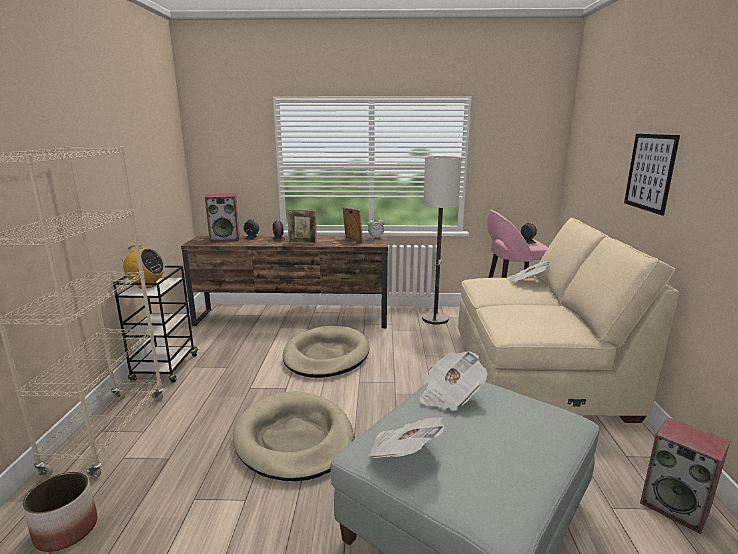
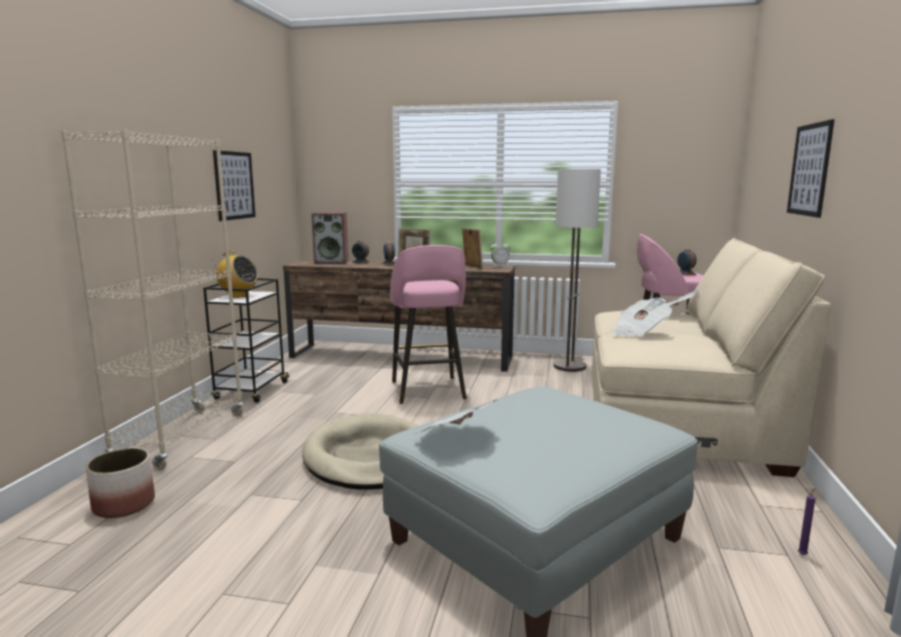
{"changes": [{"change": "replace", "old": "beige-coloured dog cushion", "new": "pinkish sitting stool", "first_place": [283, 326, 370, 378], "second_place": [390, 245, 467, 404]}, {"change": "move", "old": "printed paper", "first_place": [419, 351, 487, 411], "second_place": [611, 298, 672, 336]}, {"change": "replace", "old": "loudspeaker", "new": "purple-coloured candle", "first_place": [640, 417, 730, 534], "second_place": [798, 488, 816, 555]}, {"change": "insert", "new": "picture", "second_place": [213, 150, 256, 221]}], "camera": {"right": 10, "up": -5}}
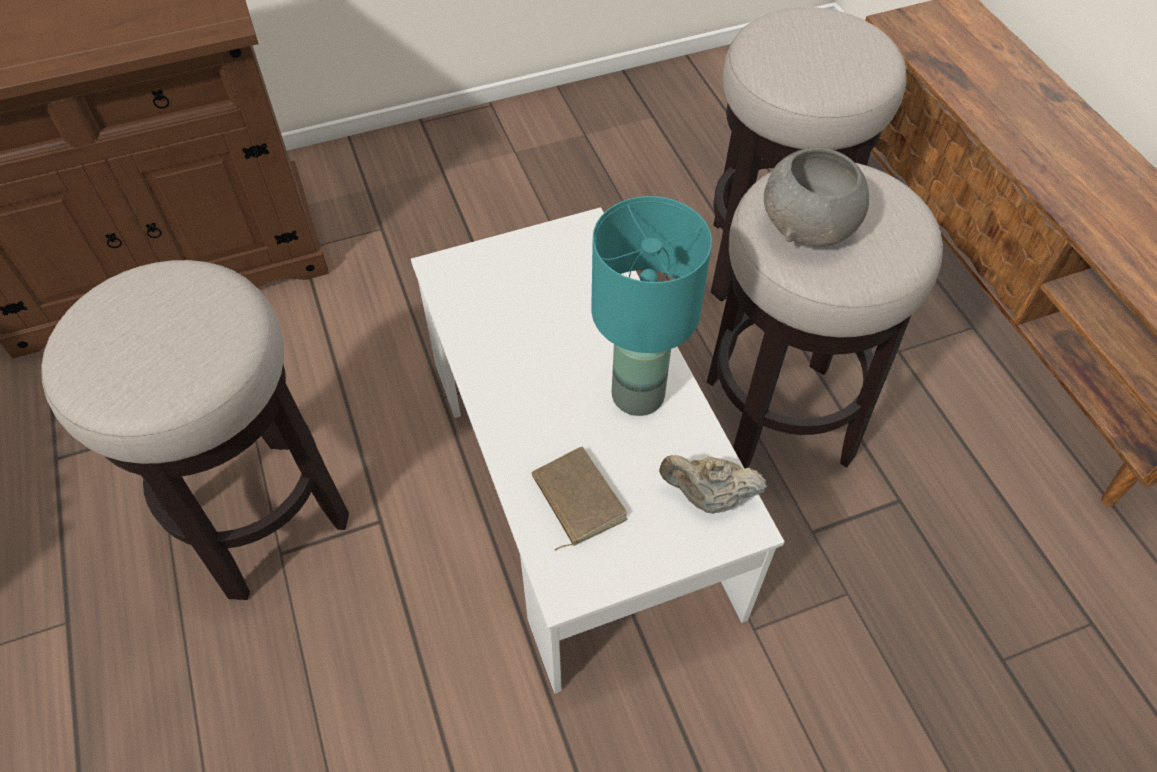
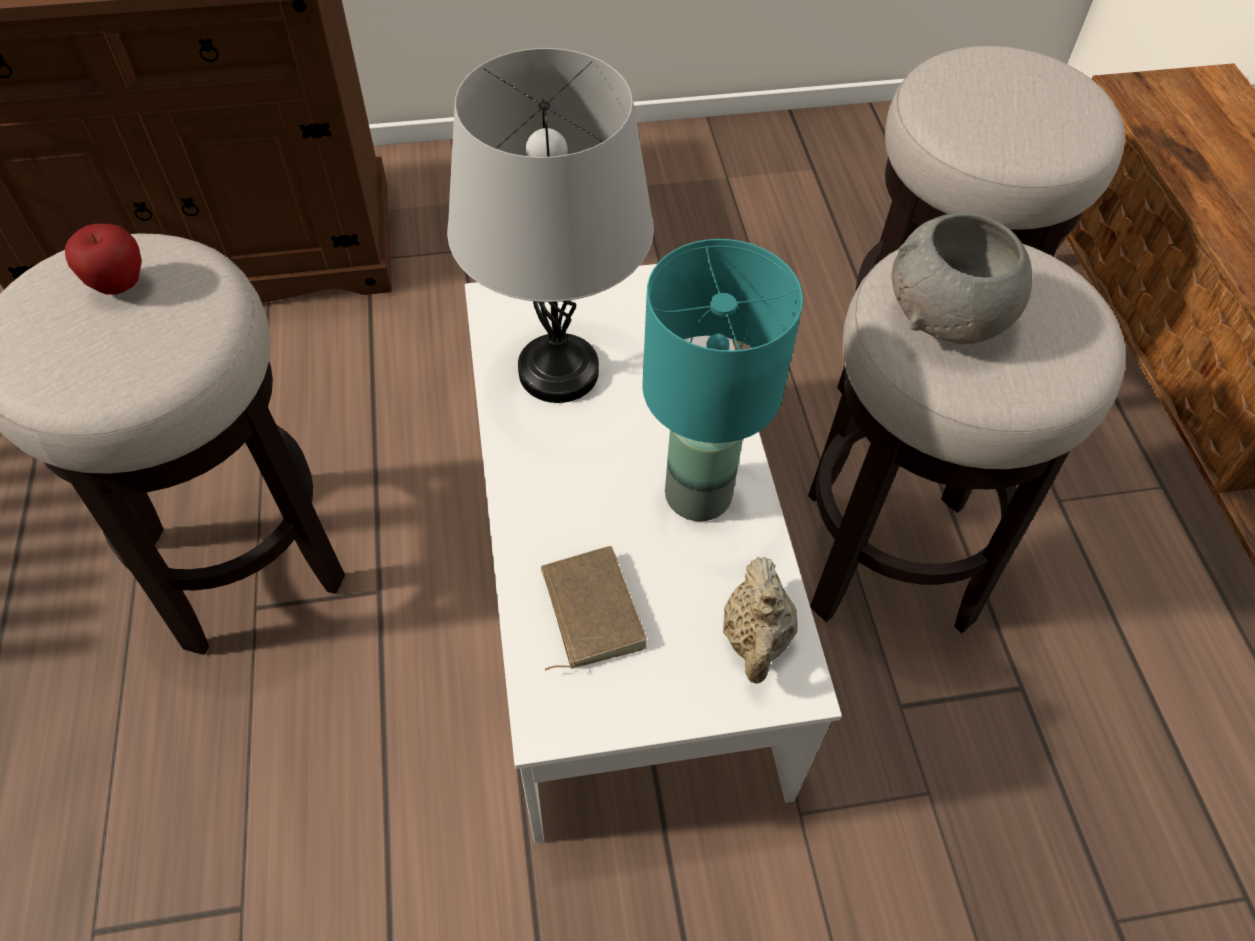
{"changes": [{"change": "rotate", "old": "beige-coloured tea pot", "first_place": [659, 455, 767, 514], "second_place": [723, 557, 798, 684], "degrees": -105}, {"change": "insert", "new": "gray tabletop lamp", "second_place": [447, 48, 654, 403]}, {"change": "insert", "new": "apple", "second_place": [65, 224, 142, 295]}], "camera": {"right": 10, "up": 0}}
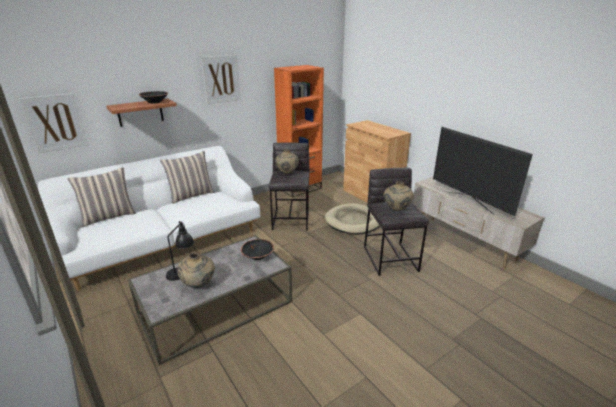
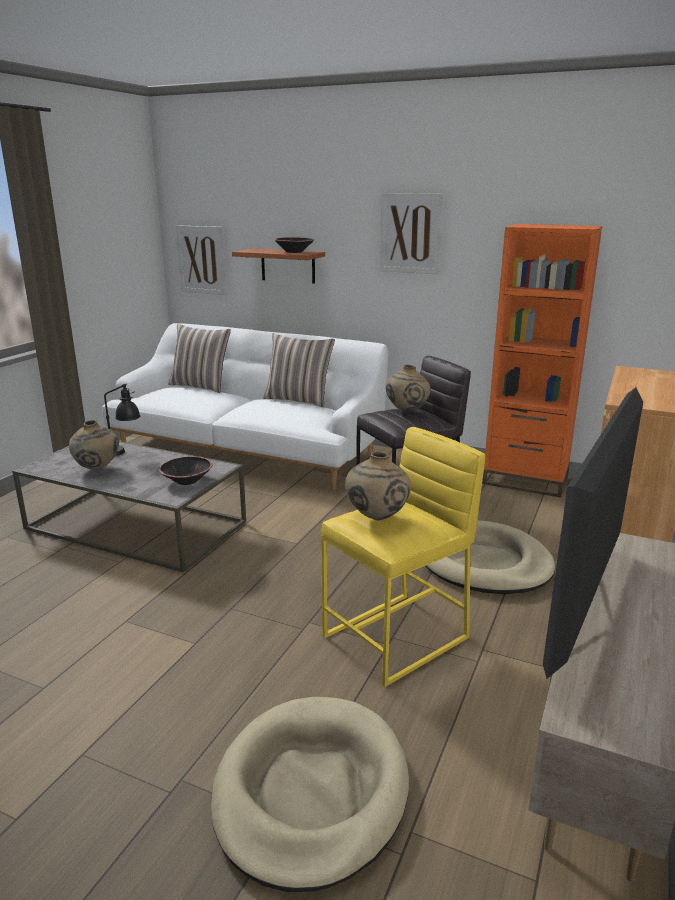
{"changes": [{"change": "recolor", "old": "gray sitting stool", "new": "yellow sitting stool", "first_place": [364, 168, 429, 276], "second_place": [321, 427, 485, 687]}, {"change": "insert", "new": "beige-coloured dog cushion", "second_place": [211, 697, 409, 892]}], "camera": {"right": 60, "up": -5}}
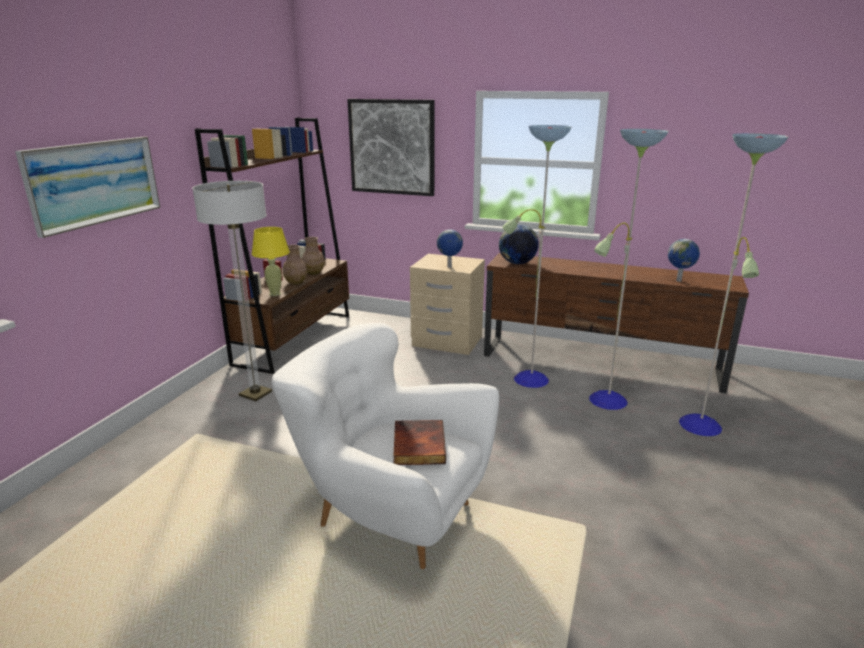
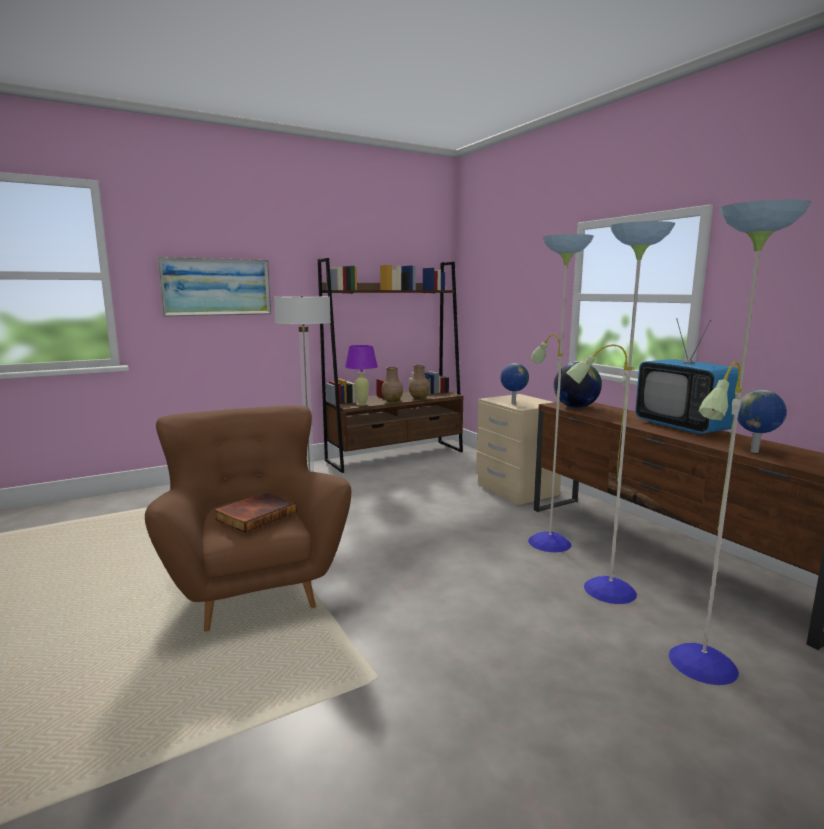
{"changes": [{"change": "delete", "old": "picture", "first_place": [347, 99, 435, 196]}, {"change": "recolor", "old": "yellow tabletop lamp", "new": "purple-coloured tabletop lamp", "first_place": [252, 227, 290, 296], "second_place": [345, 345, 378, 406]}, {"change": "recolor", "old": "white lounge chair", "new": "brownish lounge chair", "first_place": [272, 323, 499, 569], "second_place": [145, 405, 351, 632]}, {"change": "insert", "new": "TV set", "second_place": [635, 318, 738, 435]}], "camera": {"right": 40, "up": -10}}
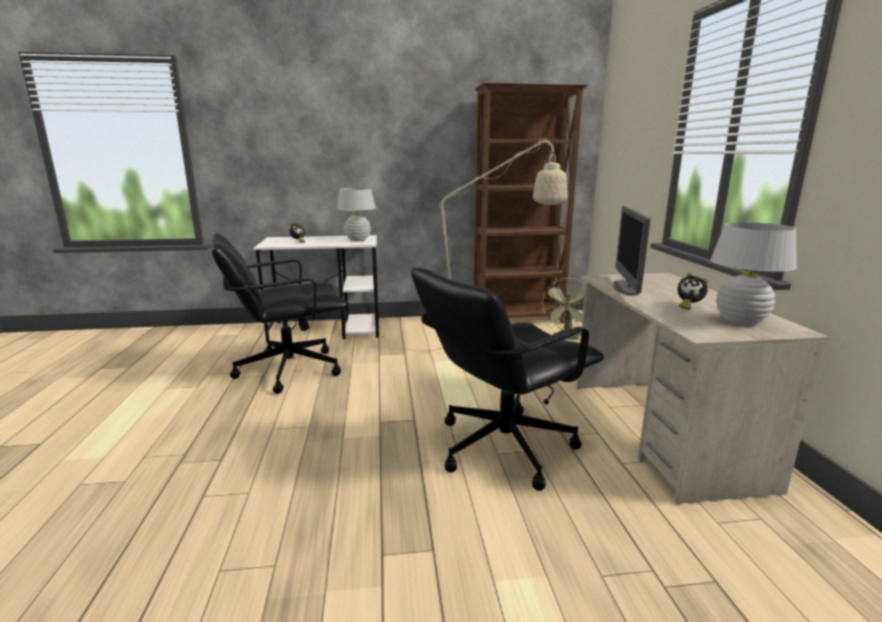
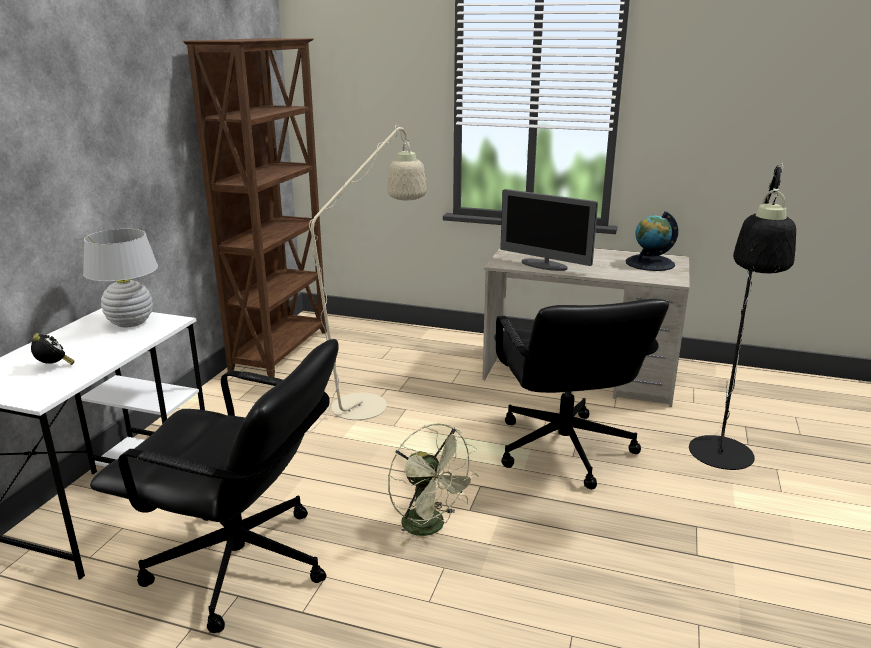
{"changes": [{"change": "replace", "old": "white tabletop lamp", "new": "globe", "first_place": [710, 222, 797, 325], "second_place": [626, 211, 678, 271]}, {"change": "rotate", "old": "blackish computer chair", "first_place": [212, 233, 347, 394], "second_place": [90, 339, 339, 633], "degrees": -75}, {"change": "delete", "old": "alarm clock", "first_place": [678, 273, 708, 310]}, {"change": "move", "old": "green electric fan", "first_place": [541, 278, 586, 340], "second_place": [388, 423, 479, 547]}, {"change": "insert", "new": "blackish standard lamp", "second_place": [689, 163, 796, 470]}], "camera": {"right": -65, "up": 5}}
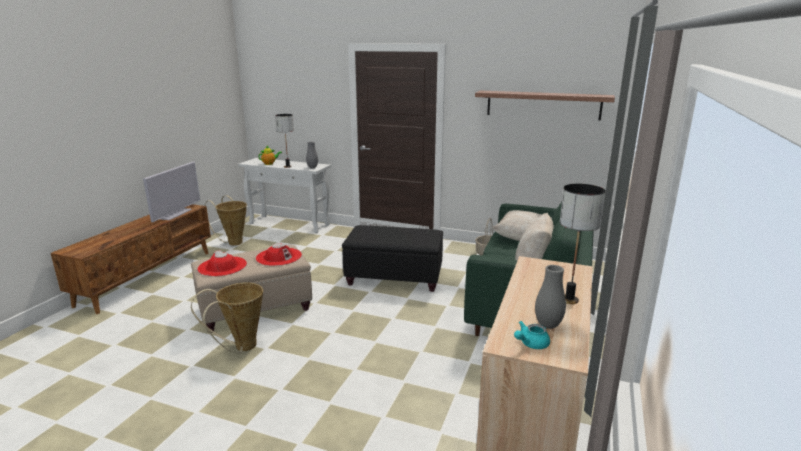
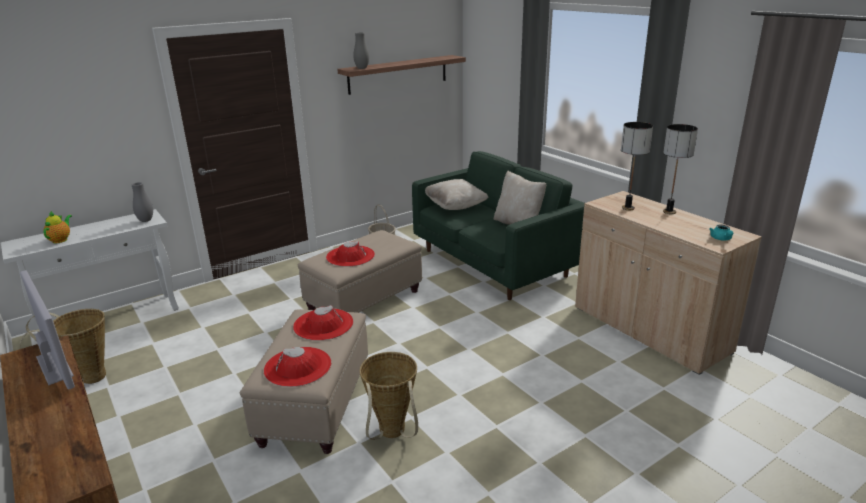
{"changes": [{"change": "move", "old": "tabletop lamp", "first_place": [275, 114, 294, 168], "second_place": [621, 122, 653, 210]}, {"change": "recolor", "old": "blackish pouffe", "new": "beige-coloured pouffe", "first_place": [342, 225, 443, 292], "second_place": [297, 230, 422, 313]}, {"change": "move", "old": "gray vase", "first_place": [535, 265, 566, 329], "second_place": [353, 32, 369, 69]}, {"change": "insert", "new": "red-coloured clothing hat", "second_place": [326, 241, 375, 267]}], "camera": {"right": -55, "up": 5}}
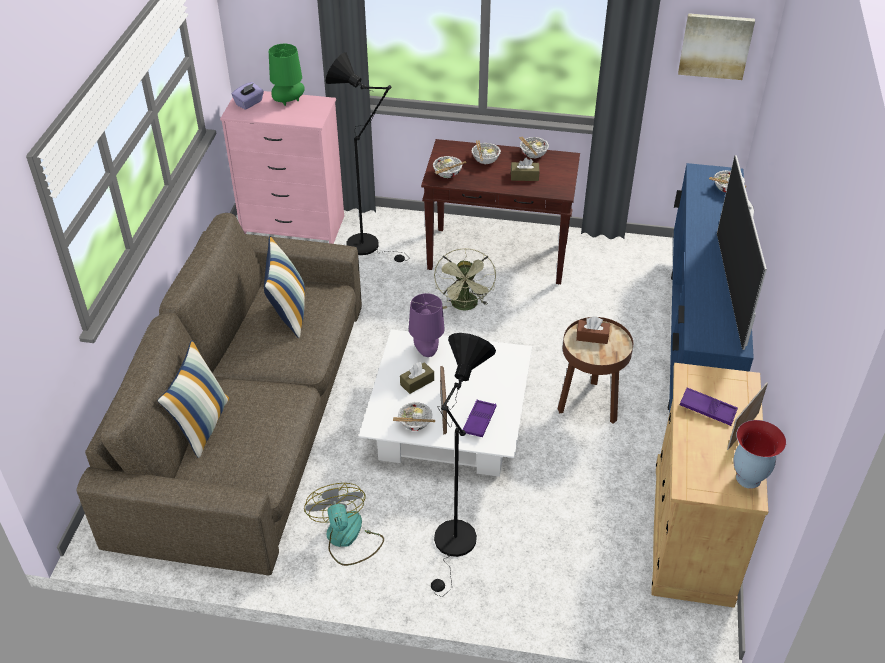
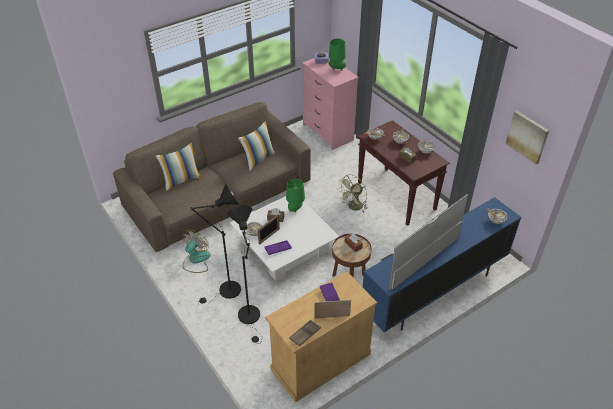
{"changes": [{"change": "move", "old": "blackish standard lamp", "first_place": [326, 52, 407, 262], "second_place": [227, 205, 262, 344]}, {"change": "recolor", "old": "purple-coloured tabletop lamp", "new": "green tabletop lamp", "first_place": [409, 293, 445, 357], "second_place": [286, 179, 305, 212]}, {"change": "replace", "old": "vase", "new": "brownish tray", "first_place": [733, 420, 786, 489], "second_place": [289, 320, 321, 346]}], "camera": {"right": 45, "up": 0}}
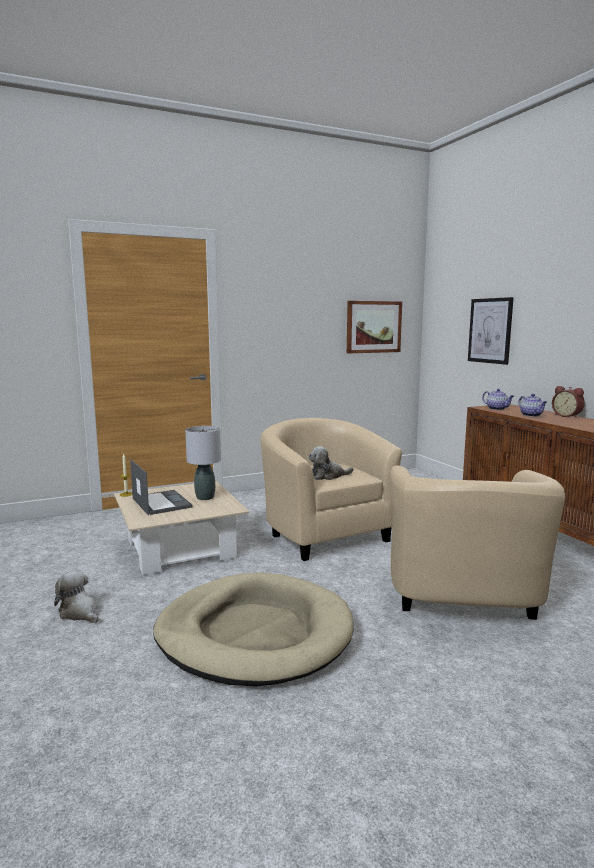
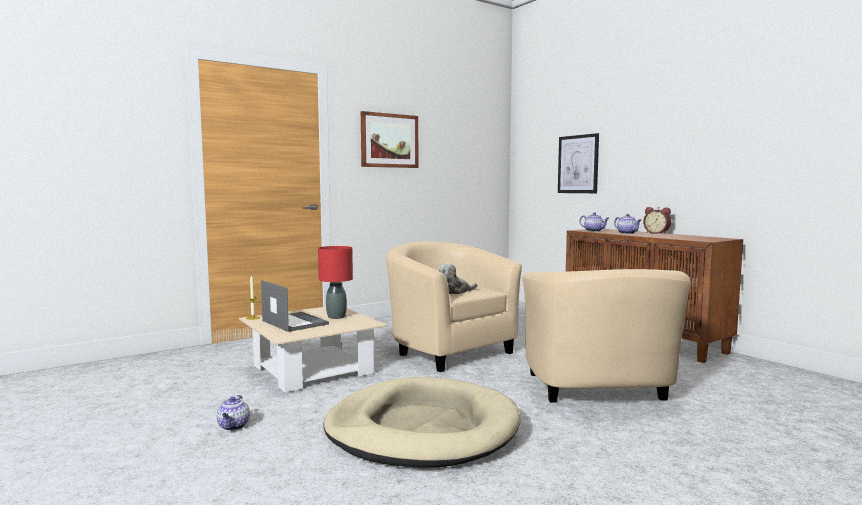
{"changes": [{"change": "move", "old": "picture", "first_place": [347, 301, 402, 354], "second_place": [361, 111, 418, 168]}, {"change": "recolor", "old": "gray tabletop lamp", "new": "red-coloured tabletop lamp", "first_place": [185, 426, 221, 500], "second_place": [318, 246, 353, 319]}, {"change": "replace", "old": "soft toy", "new": "tea pot", "first_place": [54, 571, 99, 623], "second_place": [217, 395, 250, 431]}], "camera": {"right": -10, "up": -5}}
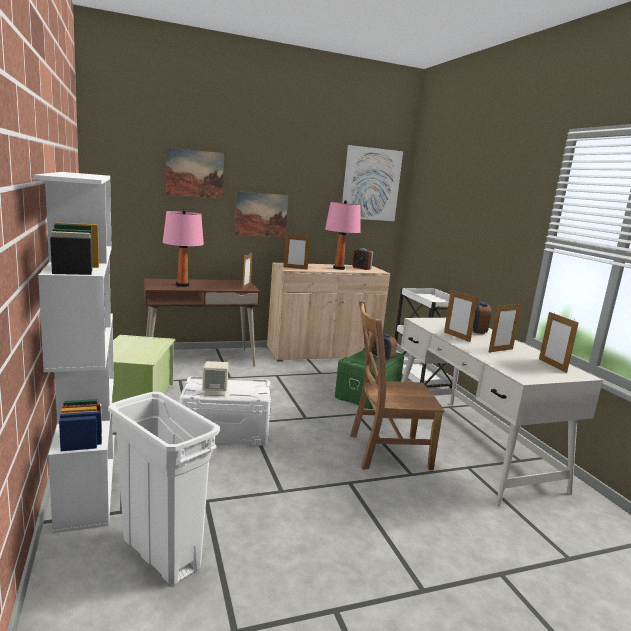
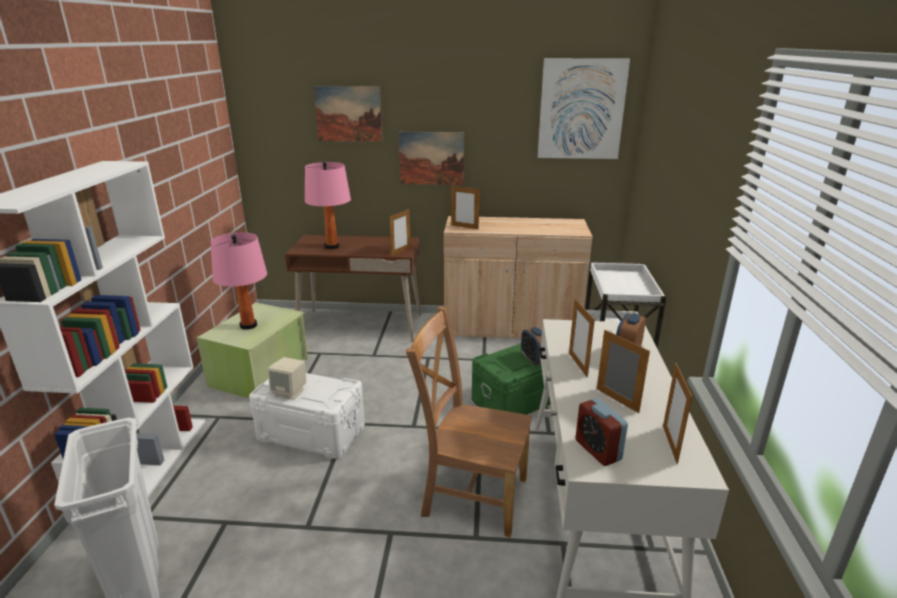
{"changes": [{"change": "move", "old": "pinkish tabletop lamp", "first_place": [325, 200, 361, 270], "second_place": [210, 232, 267, 330]}, {"change": "move", "old": "alarm clock", "first_place": [353, 248, 373, 270], "second_place": [576, 398, 628, 466]}, {"change": "rotate", "old": "picture frame", "first_place": [489, 303, 522, 352], "second_place": [597, 330, 650, 413], "degrees": -120}], "camera": {"right": 25, "up": 10}}
